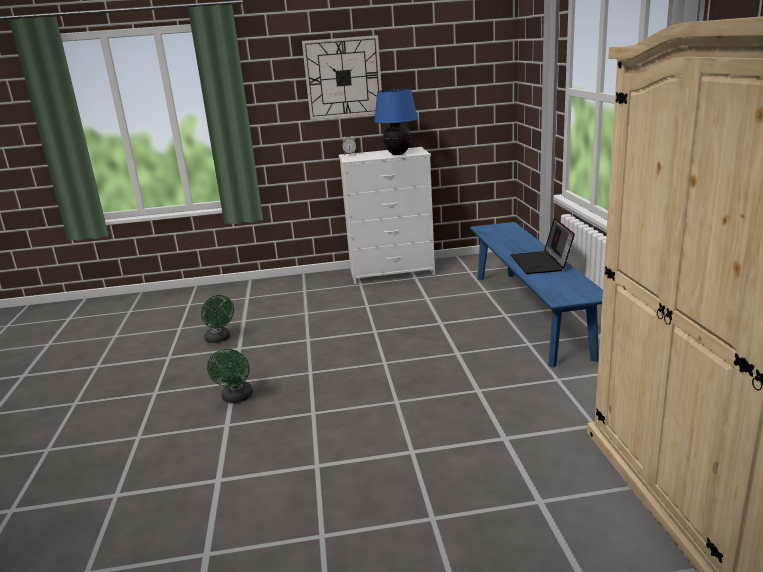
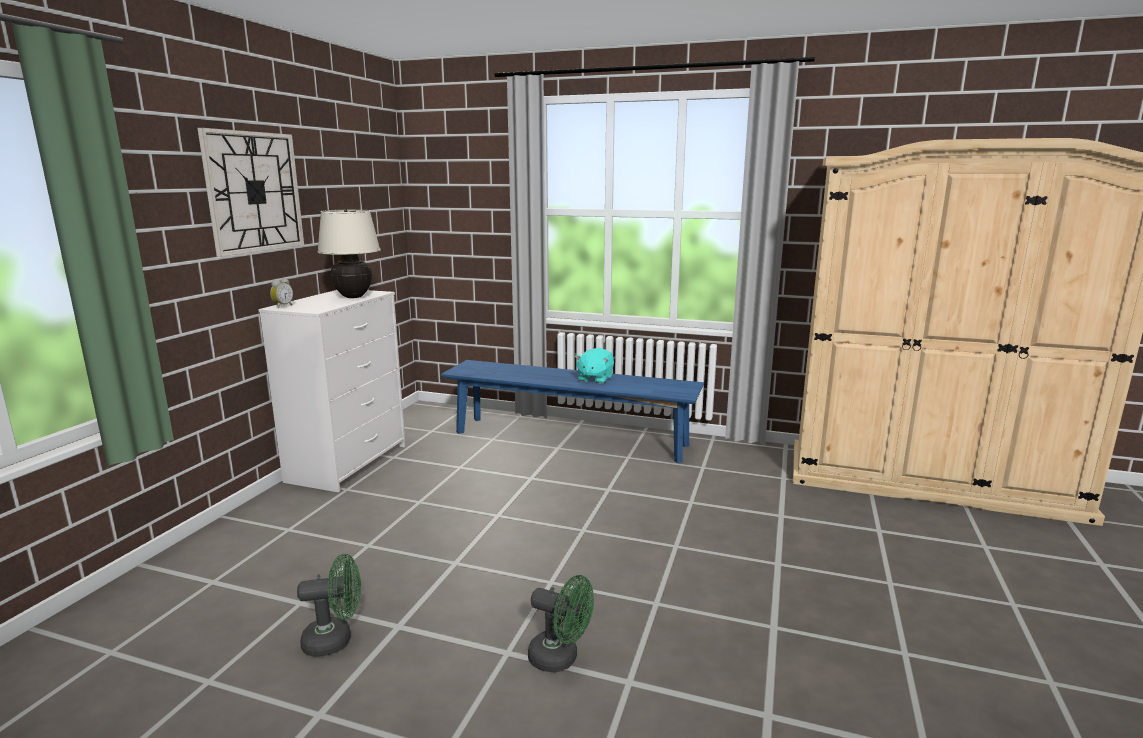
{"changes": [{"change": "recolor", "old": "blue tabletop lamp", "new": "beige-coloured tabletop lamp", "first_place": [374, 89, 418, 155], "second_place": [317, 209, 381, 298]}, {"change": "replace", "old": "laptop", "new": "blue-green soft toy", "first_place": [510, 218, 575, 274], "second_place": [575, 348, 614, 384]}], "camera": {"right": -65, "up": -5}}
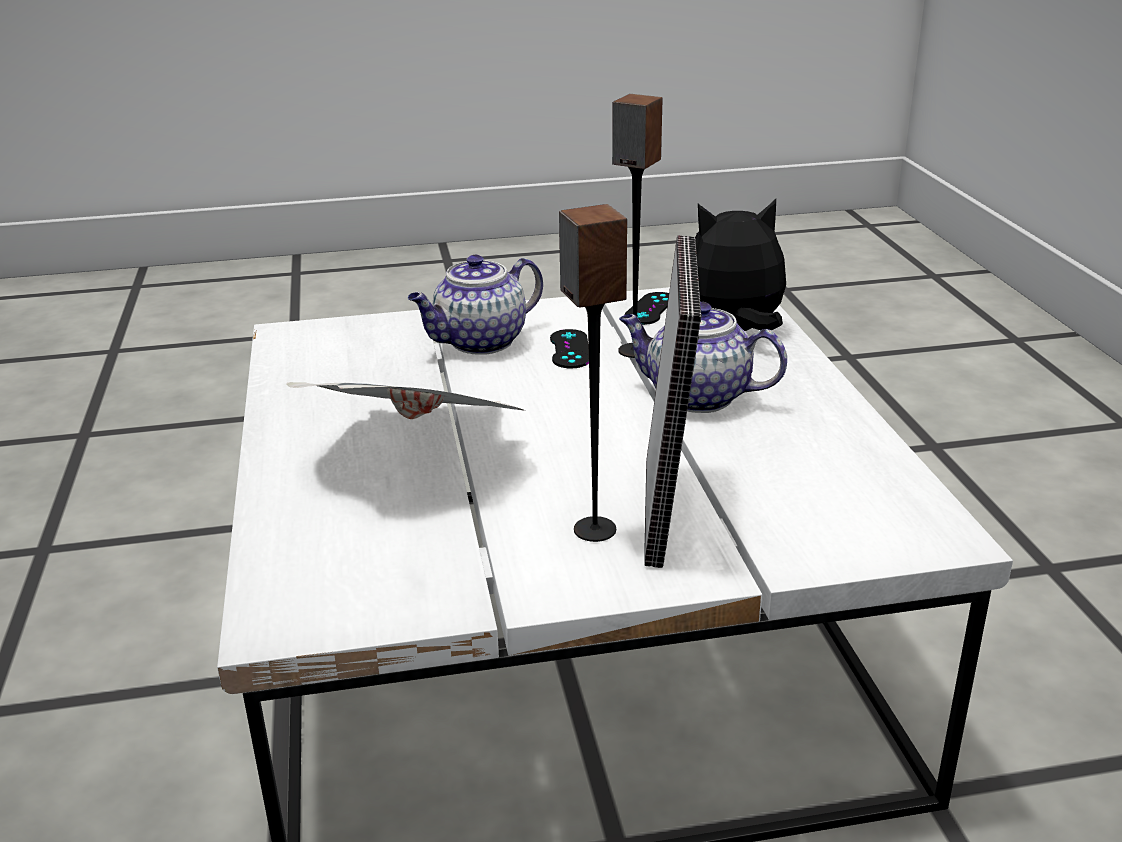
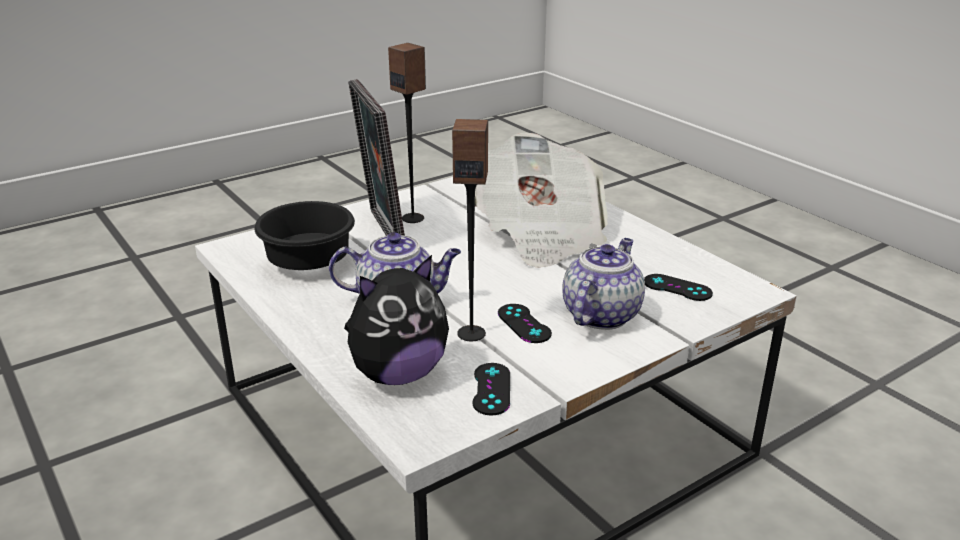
{"changes": [{"change": "insert", "new": "blackish serving bowl", "second_place": [254, 201, 355, 270]}, {"change": "insert", "new": "blackish gamepad", "second_place": [644, 274, 713, 301]}], "camera": {"right": 155, "up": 0}}
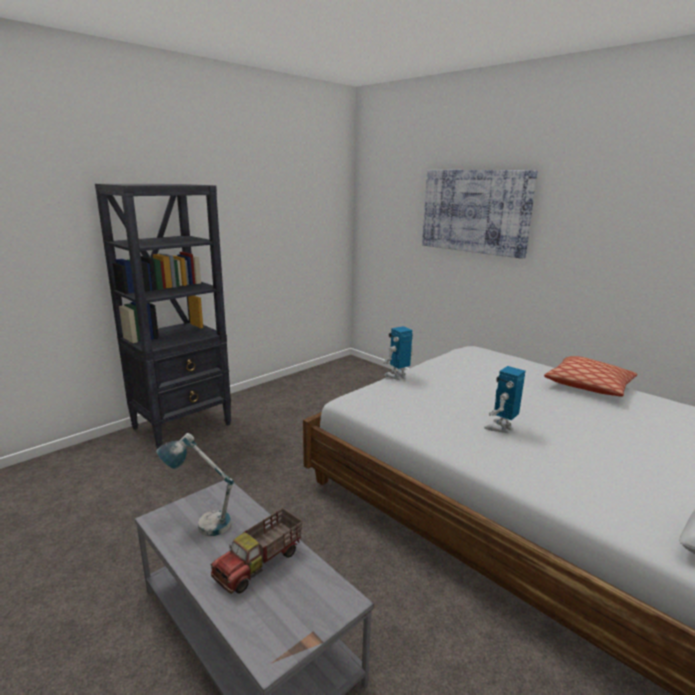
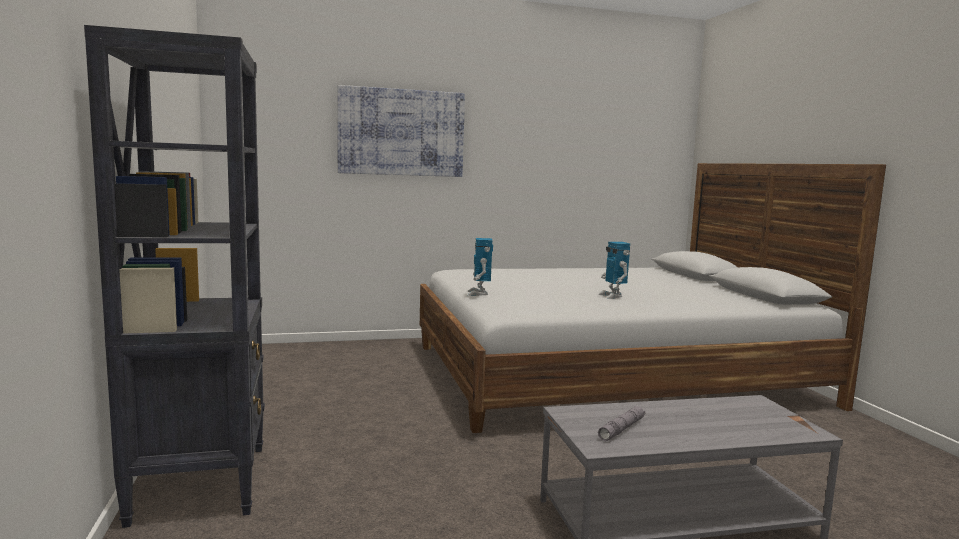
{"changes": [{"change": "delete", "old": "pillow", "first_place": [544, 356, 637, 396]}, {"change": "replace", "old": "tabletop lamp", "new": "gray flashlight", "first_place": [156, 433, 234, 536], "second_place": [598, 406, 645, 441]}, {"change": "delete", "old": "model truck", "first_place": [211, 508, 303, 594]}], "camera": {"right": -60, "up": -10}}
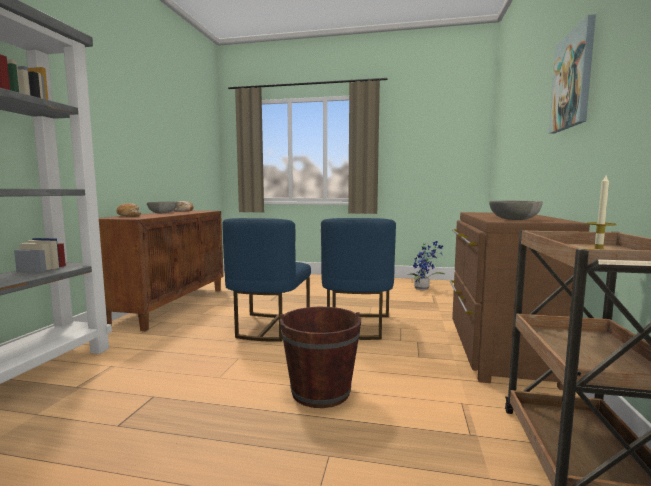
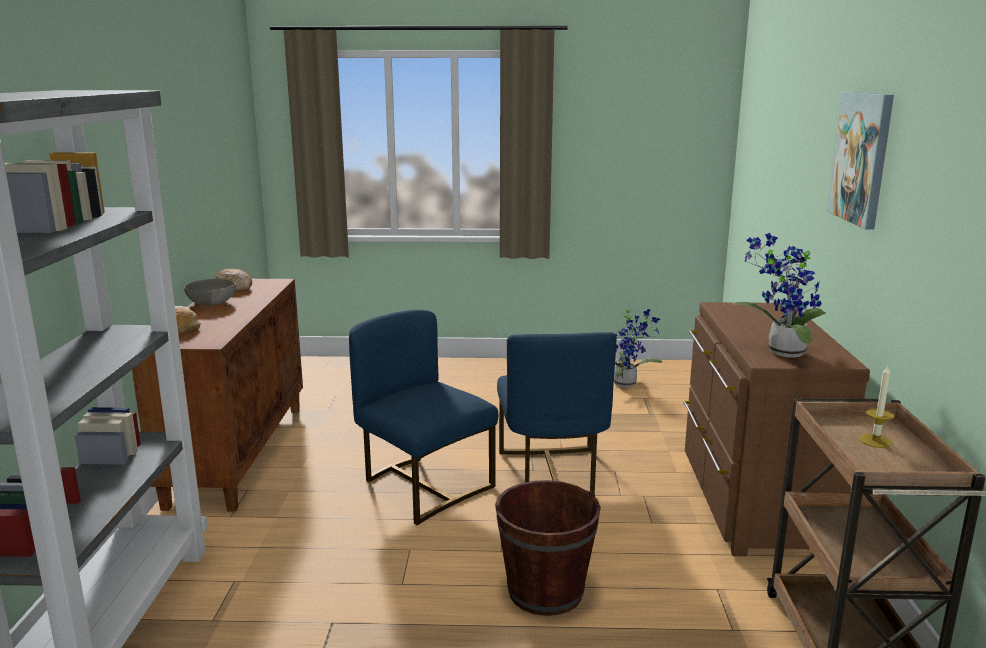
{"changes": [{"change": "replace", "old": "gray serving bowl", "new": "houseplant", "first_place": [489, 200, 543, 220], "second_place": [733, 233, 826, 358]}, {"change": "rotate", "old": "blue upright chair", "first_place": [222, 218, 311, 341], "second_place": [349, 310, 498, 525], "degrees": 135}], "camera": {"right": -10, "up": 10}}
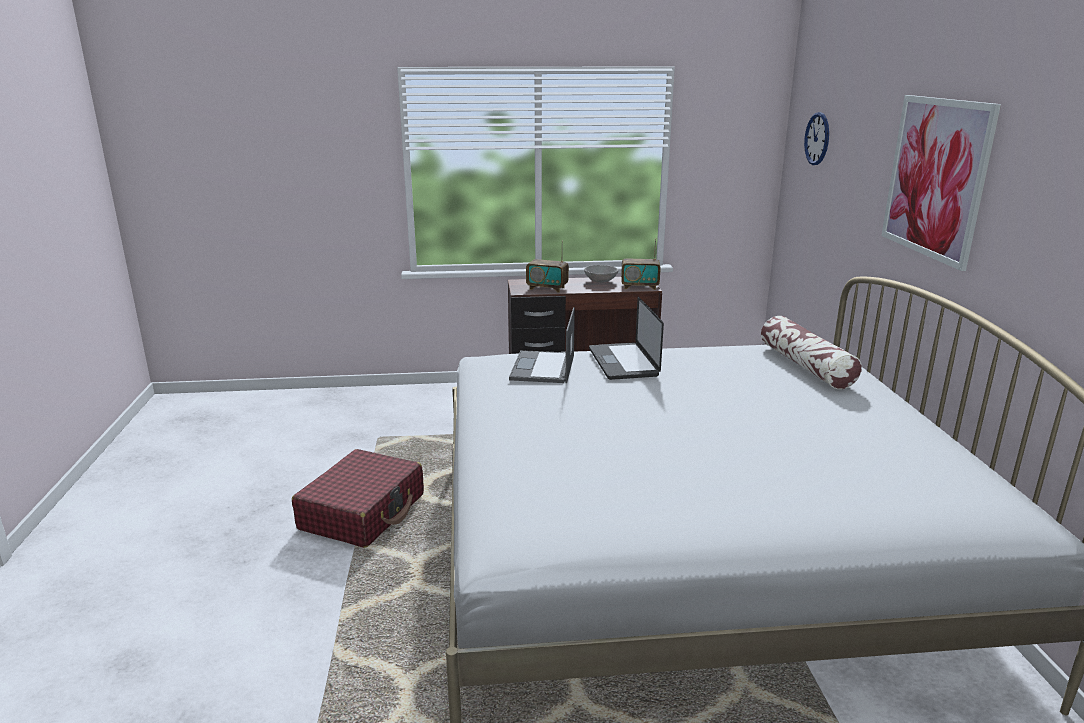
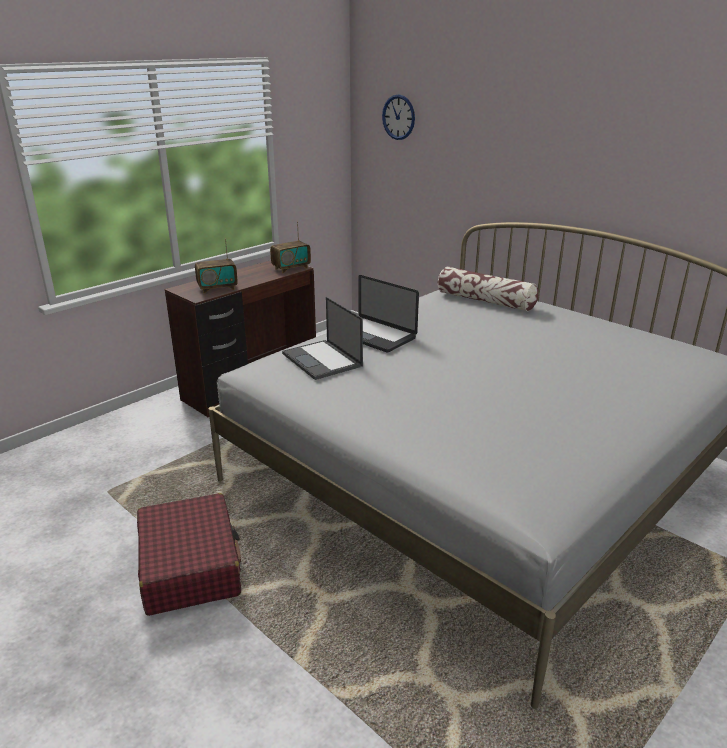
{"changes": [{"change": "delete", "old": "picture", "first_place": [881, 95, 1001, 271]}, {"change": "delete", "old": "gray serving bowl", "first_place": [584, 265, 618, 283]}], "camera": {"right": -40, "up": 5}}
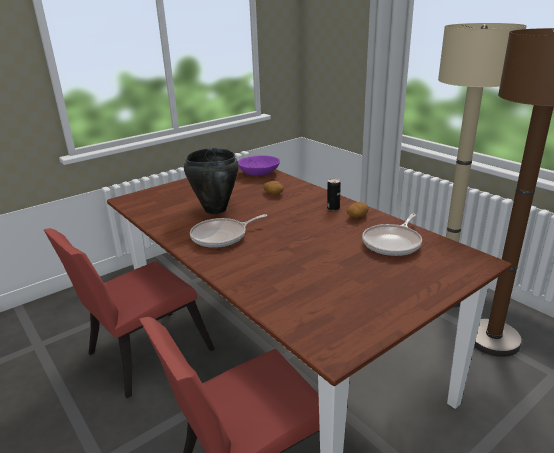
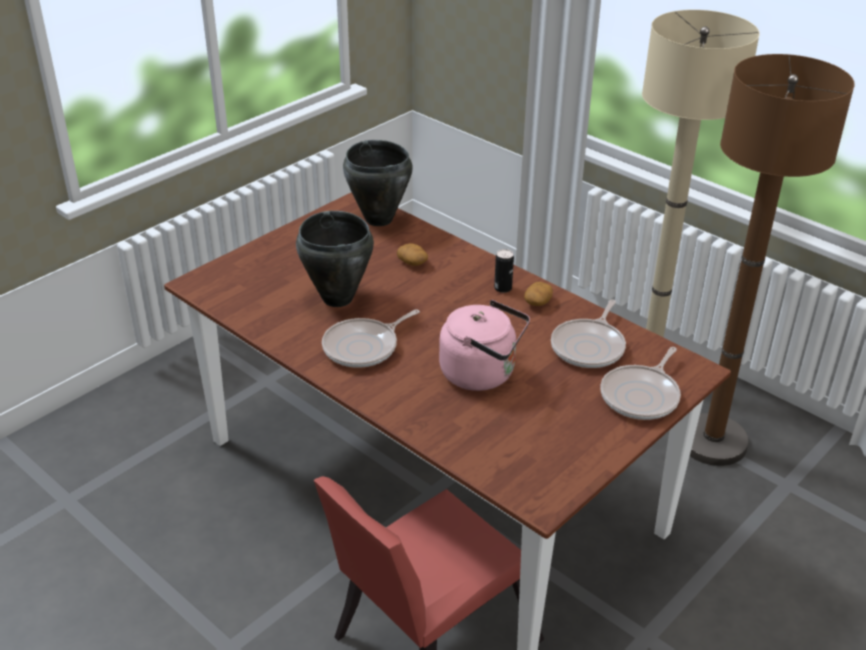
{"changes": [{"change": "replace", "old": "purple-coloured serving bowl", "new": "blackish cooking pot", "first_place": [238, 155, 280, 176], "second_place": [343, 140, 413, 226]}, {"change": "delete", "old": "red-coloured upright chair", "first_place": [44, 228, 215, 398]}, {"change": "insert", "new": "pinkish kettle", "second_place": [439, 300, 530, 391]}, {"change": "insert", "new": "pan", "second_place": [601, 347, 681, 420]}], "camera": {"right": -10, "up": 10}}
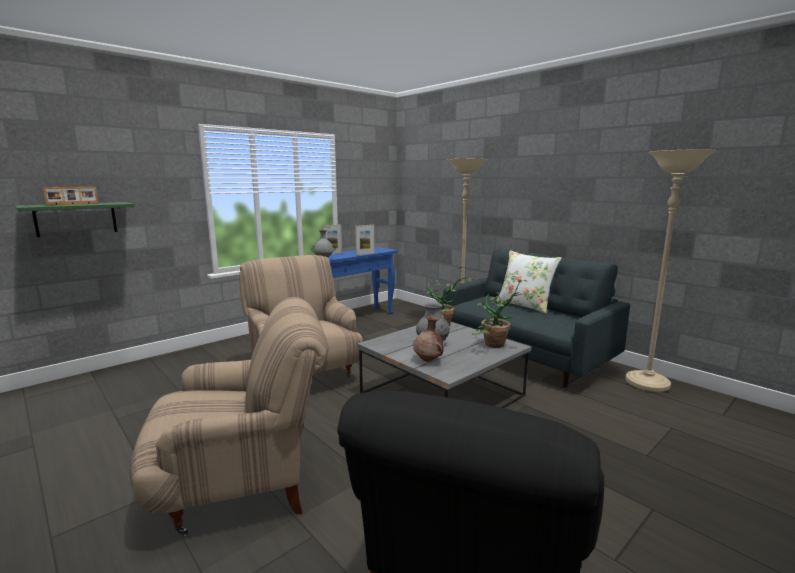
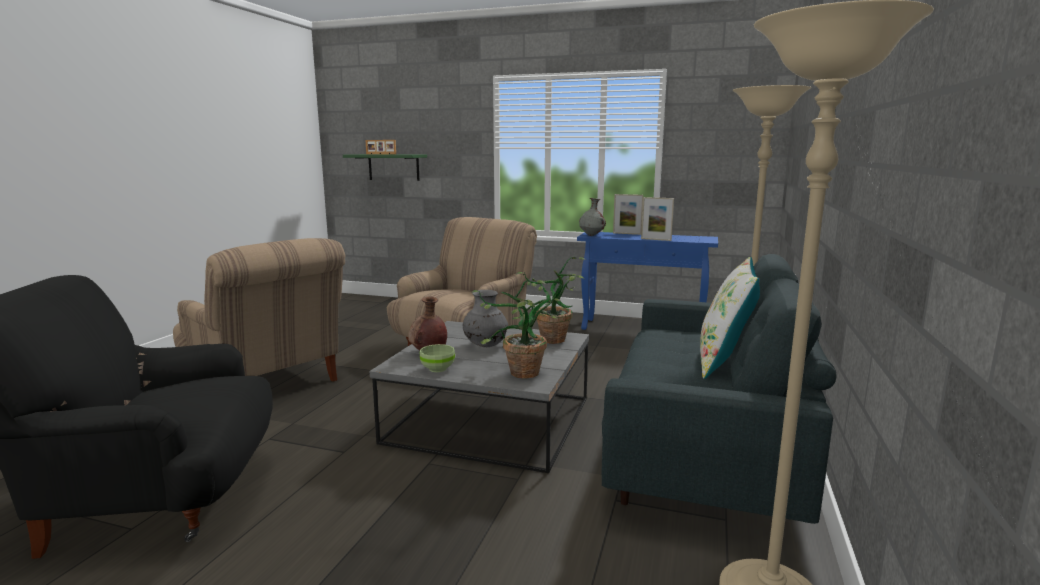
{"changes": [{"change": "insert", "new": "green serving bowl", "second_place": [420, 344, 455, 372]}], "camera": {"right": 60, "up": 0}}
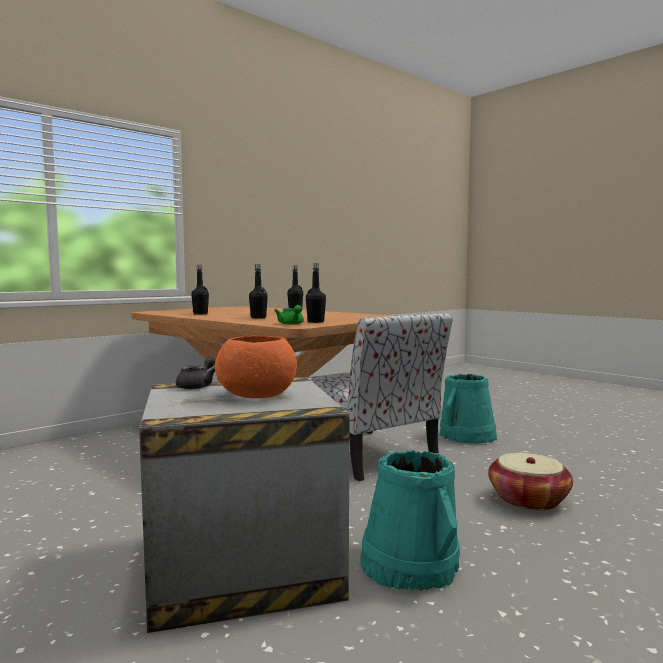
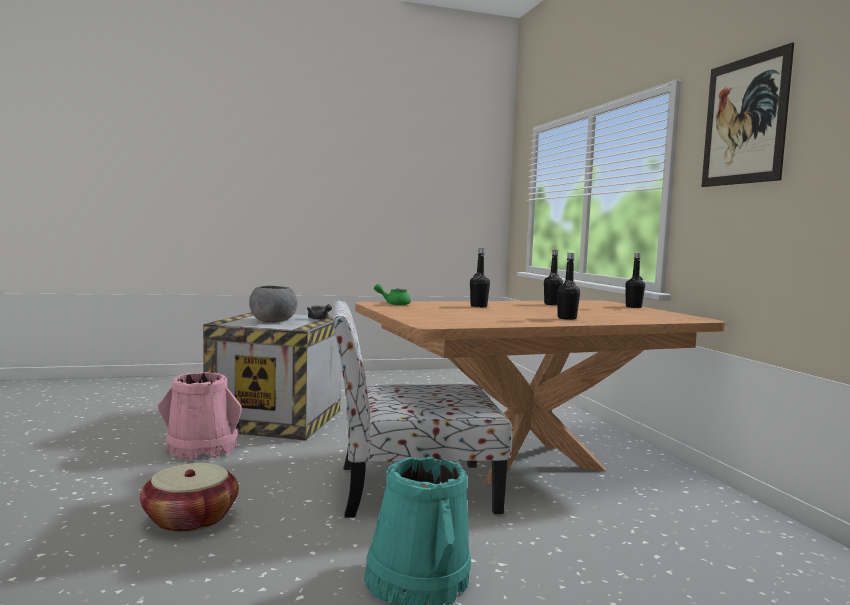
{"changes": [{"change": "move", "old": "blackish bottle", "first_place": [306, 263, 326, 323], "second_place": [625, 253, 645, 308]}, {"change": "recolor", "old": "orangey serving bowl", "new": "gray serving bowl", "first_place": [215, 336, 297, 398], "second_place": [249, 286, 297, 323]}, {"change": "recolor", "old": "blue-green bucket", "new": "pinkish bucket", "first_place": [360, 450, 460, 591], "second_place": [158, 372, 242, 460]}, {"change": "insert", "new": "picture", "second_place": [701, 42, 794, 187]}], "camera": {"right": 115, "up": 0}}
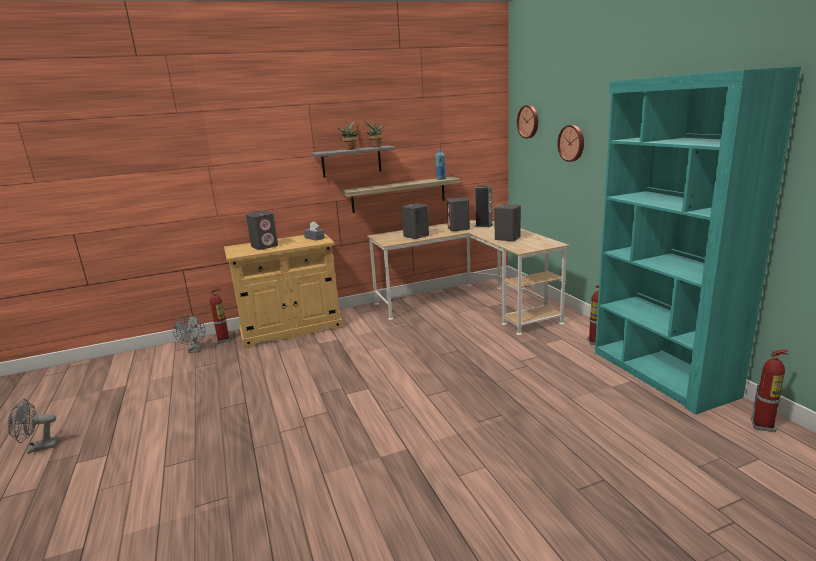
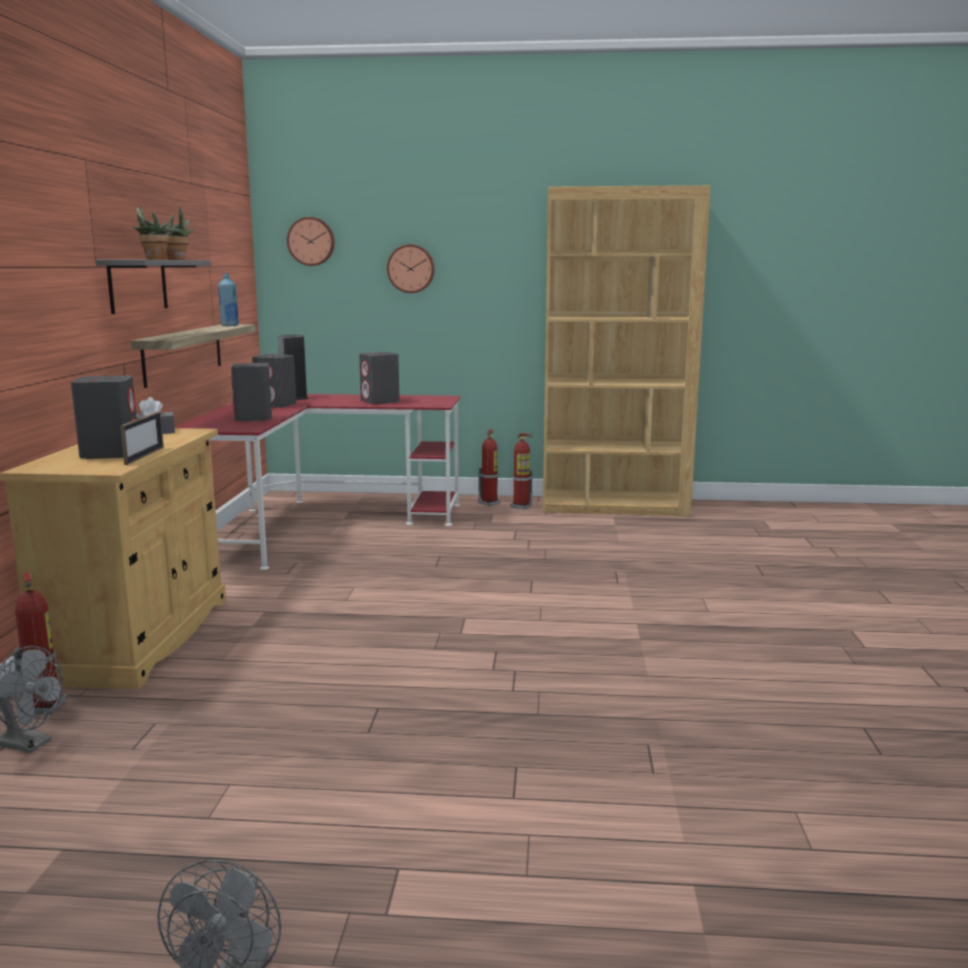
{"changes": [{"change": "recolor", "old": "blue-green bookcase", "new": "brownish bookcase", "first_place": [595, 67, 801, 414], "second_place": [543, 185, 710, 517]}, {"change": "recolor", "old": "beige-coloured desk table", "new": "red-coloured desk table", "first_place": [367, 220, 569, 335], "second_place": [175, 394, 461, 570]}, {"change": "move", "old": "extinguisher", "first_place": [751, 349, 789, 432], "second_place": [478, 429, 501, 506]}, {"change": "insert", "new": "picture frame", "second_place": [120, 412, 164, 465]}], "camera": {"right": -65, "up": -5}}
